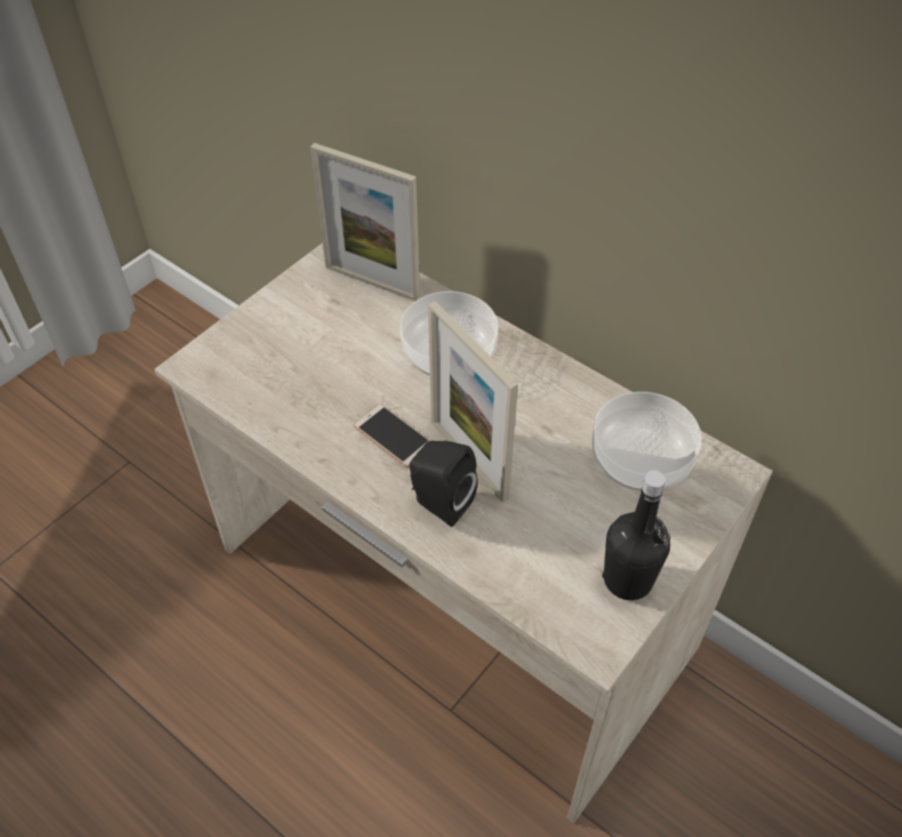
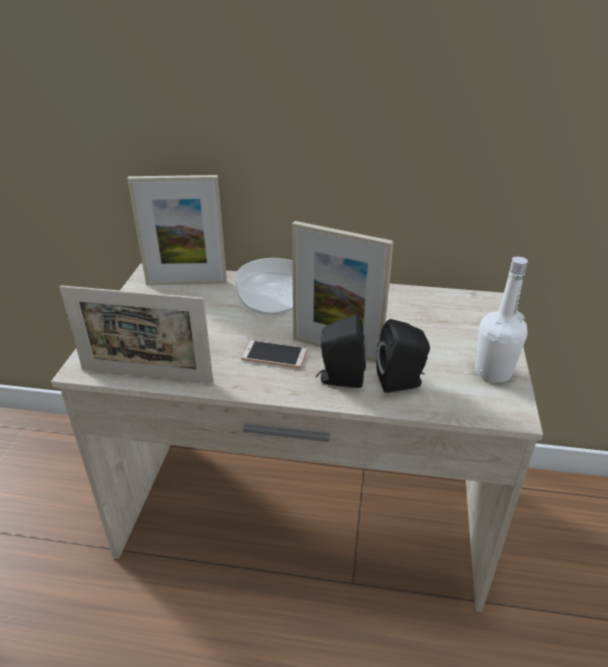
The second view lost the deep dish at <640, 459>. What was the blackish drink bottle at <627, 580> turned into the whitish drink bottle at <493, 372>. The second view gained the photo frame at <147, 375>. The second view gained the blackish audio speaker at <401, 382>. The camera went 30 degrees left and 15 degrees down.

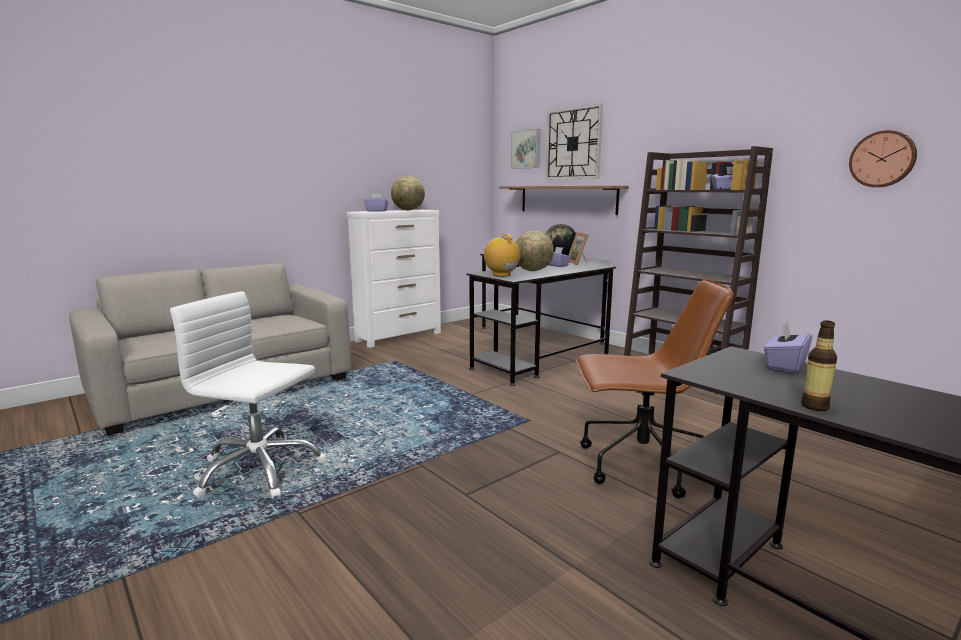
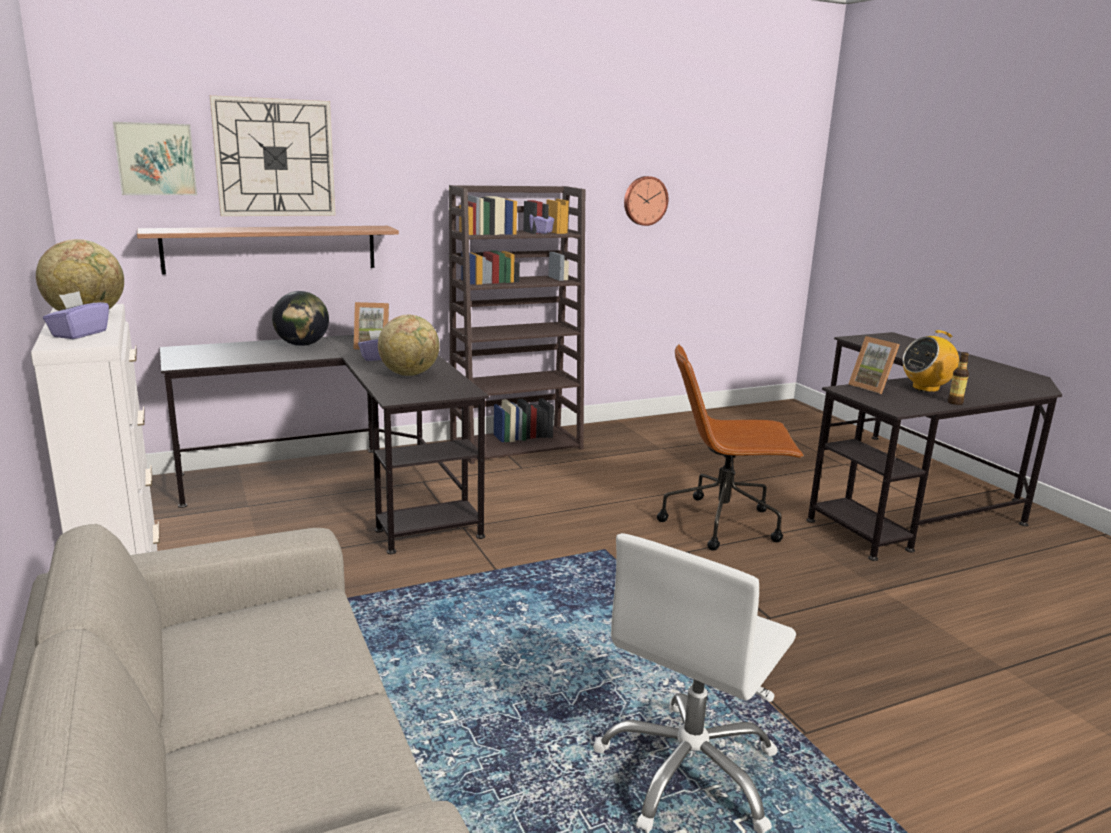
The radio receiver ended up elsewhere, having gone from <502, 275> to <925, 388>. The brown office chair at <639, 465> ended up facing another way, 105 degrees counterclockwise from before. Where the purple box of tissues stood at <784, 365>, the photo frame came to stand at <872, 387>. The camera went 75 degrees left and 5 degrees up.

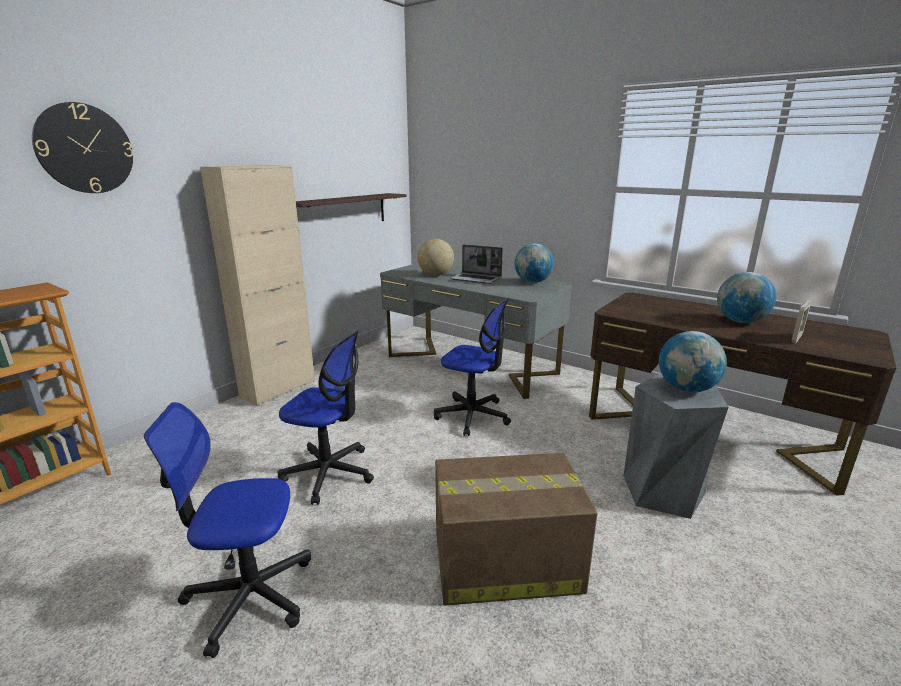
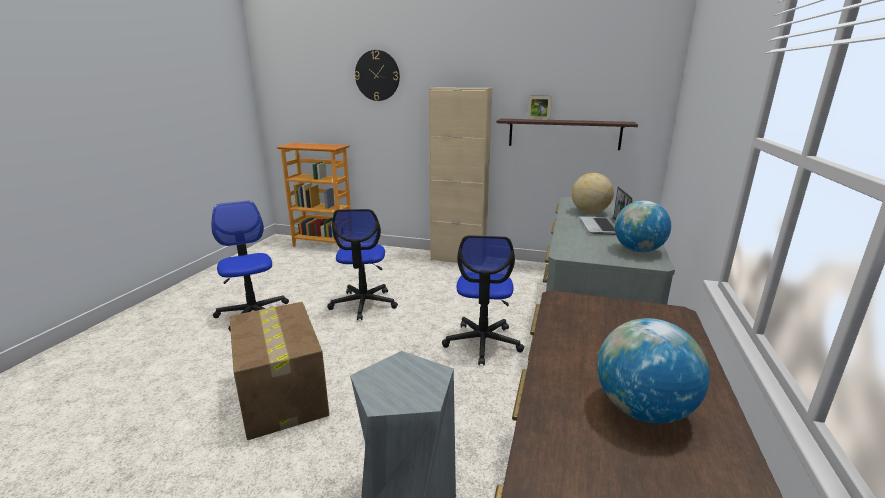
The second view lost the world globe at <686, 389>. The photo frame ended up elsewhere, having gone from <796, 339> to <538, 119>. The camera went 70 degrees right and 0 degrees up.

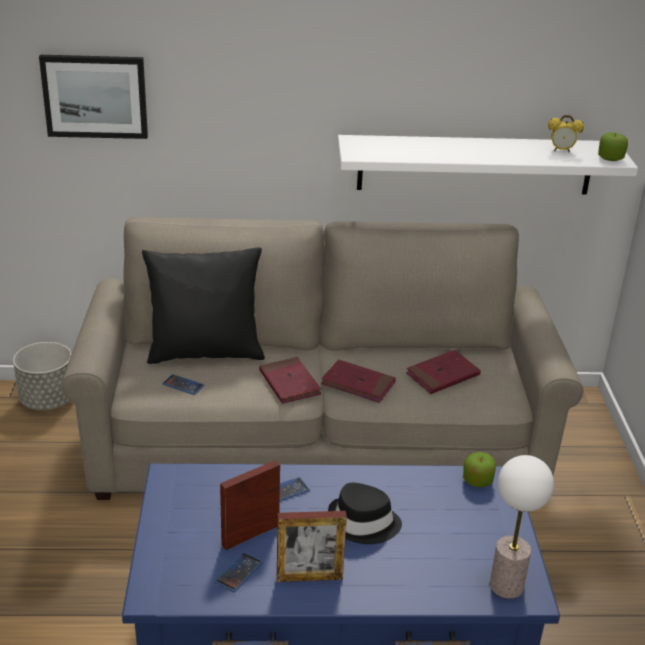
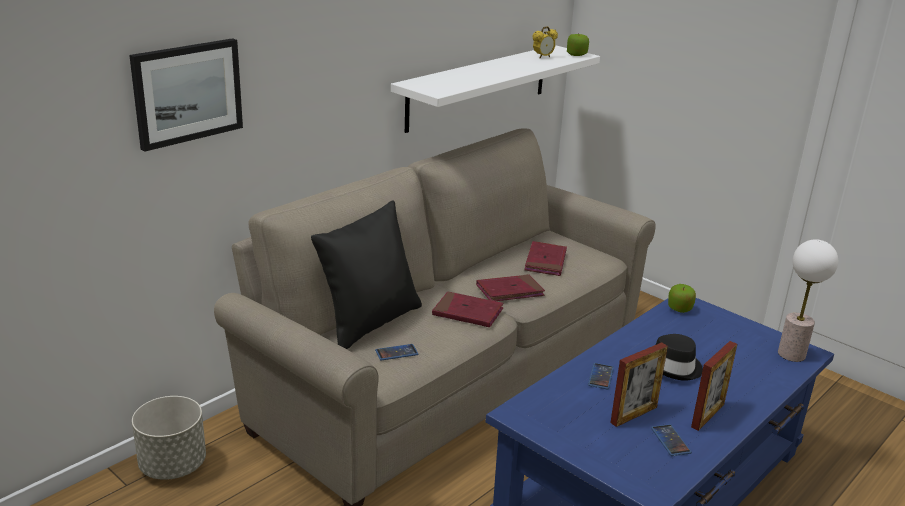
The photo frame at <250, 535> ended up facing another way, 135 degrees counterclockwise from before. The camera went 45 degrees left and 5 degrees down.

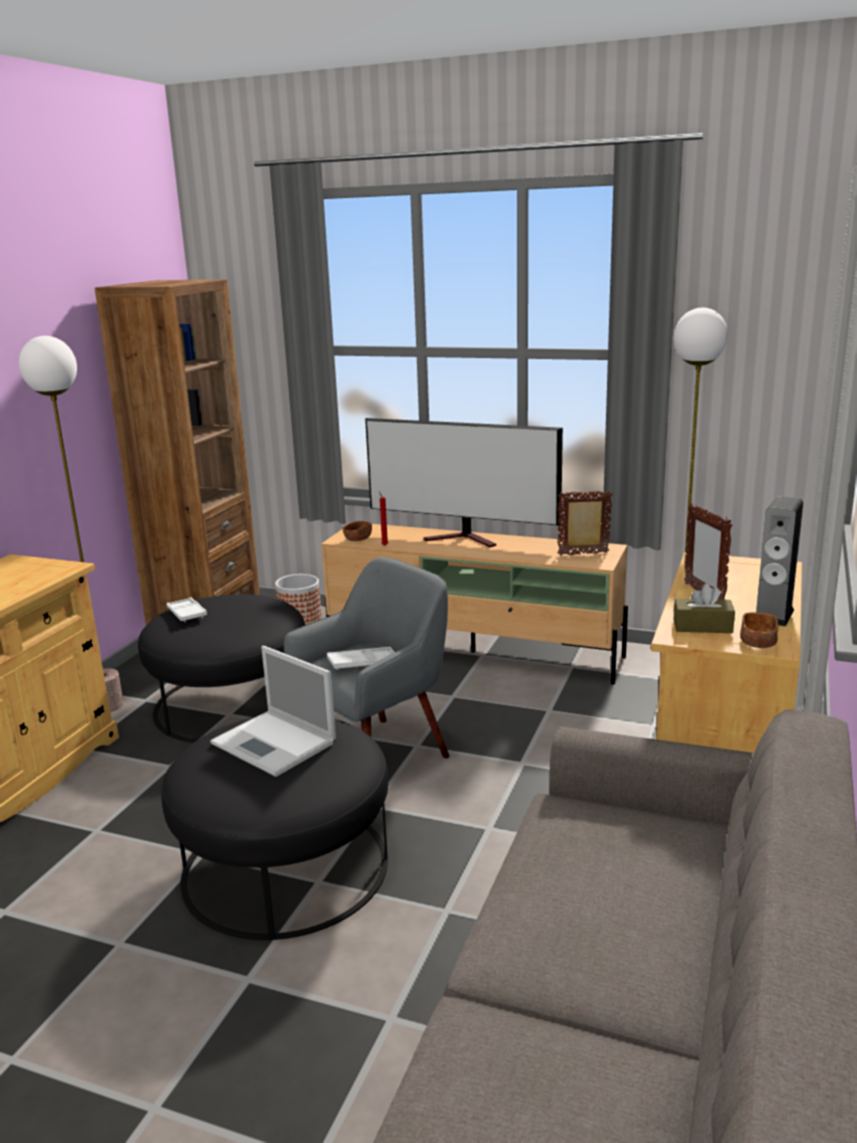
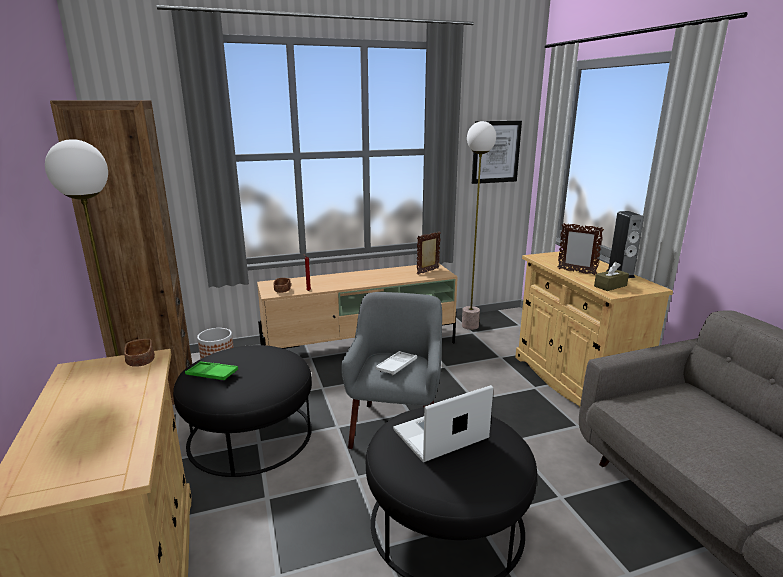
What was the whitish tray at <187, 614> turned into the green tray at <212, 374>. The portable computer at <275, 744> ended up facing another way, 150 degrees clockwise from before. The second view lost the TV set at <465, 539>. The brown deep dish ended up elsewhere, having gone from <758, 642> to <141, 361>. The second view gained the wall picture at <495, 152>. The camera went 40 degrees left and 0 degrees up.

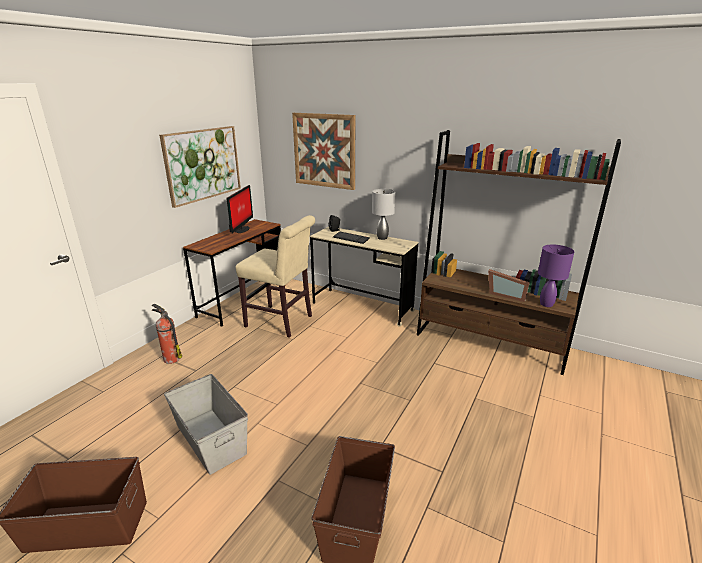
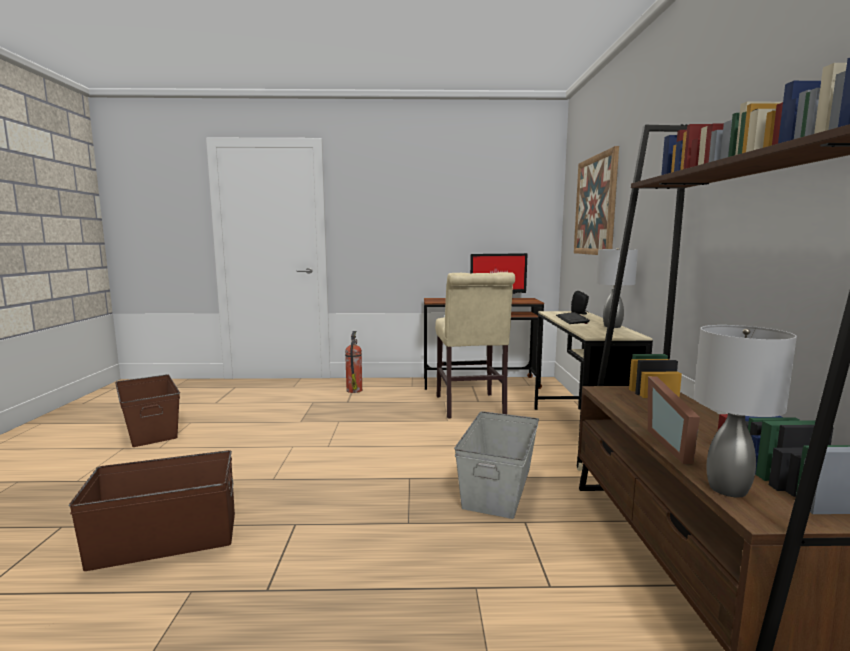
The second view lost the wall picture at <203, 164>. The grey storage bin ended up elsewhere, having gone from <211, 439> to <499, 486>. What was the purple table lamp at <546, 304> turned into the grey table lamp at <726, 488>. The camera went 60 degrees right and 15 degrees down.

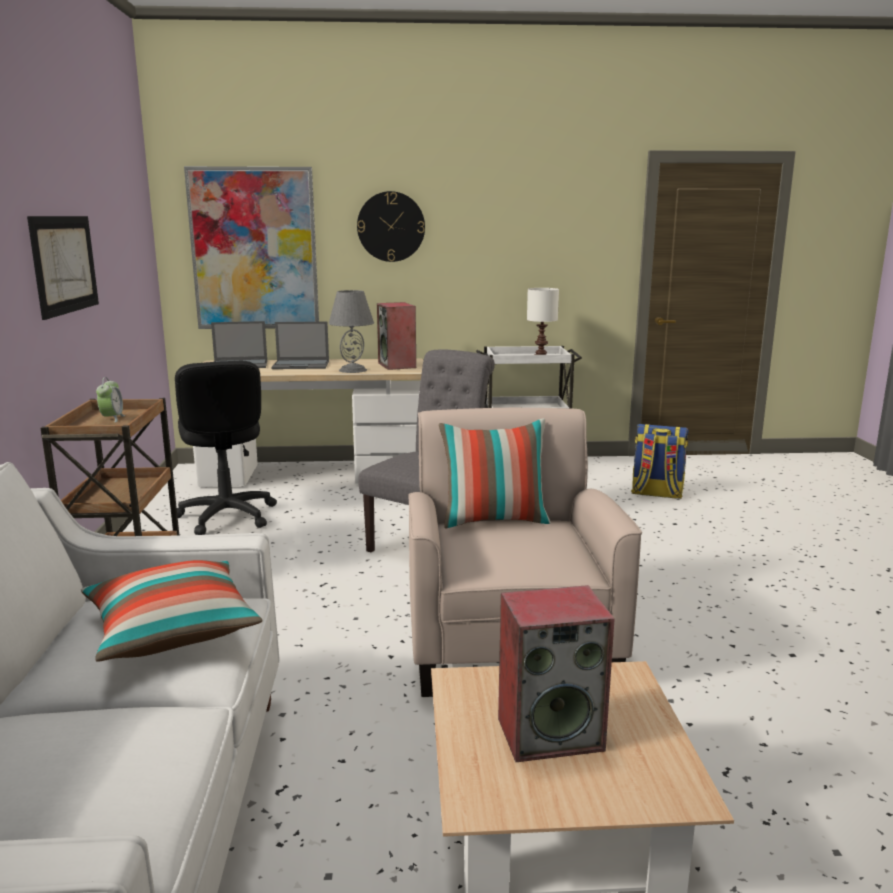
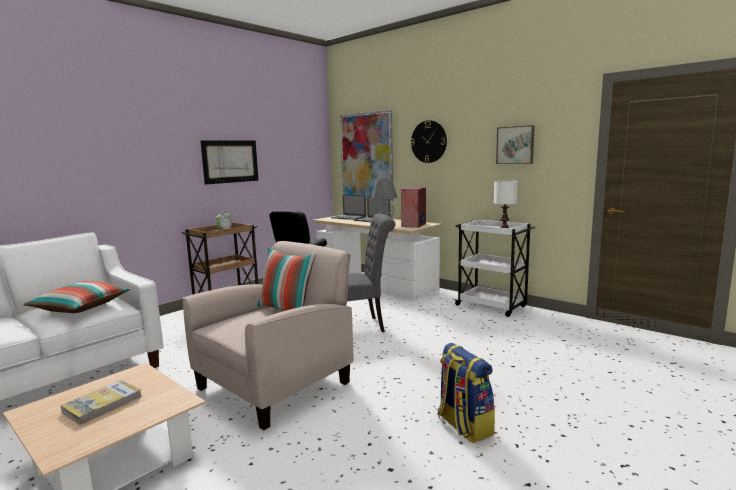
Where the audio speaker stood at <551, 733>, the bound book came to stand at <103, 404>. The knapsack ended up elsewhere, having gone from <656, 494> to <463, 426>. The second view gained the wall picture at <515, 145>. The camera went 45 degrees right and 5 degrees down.

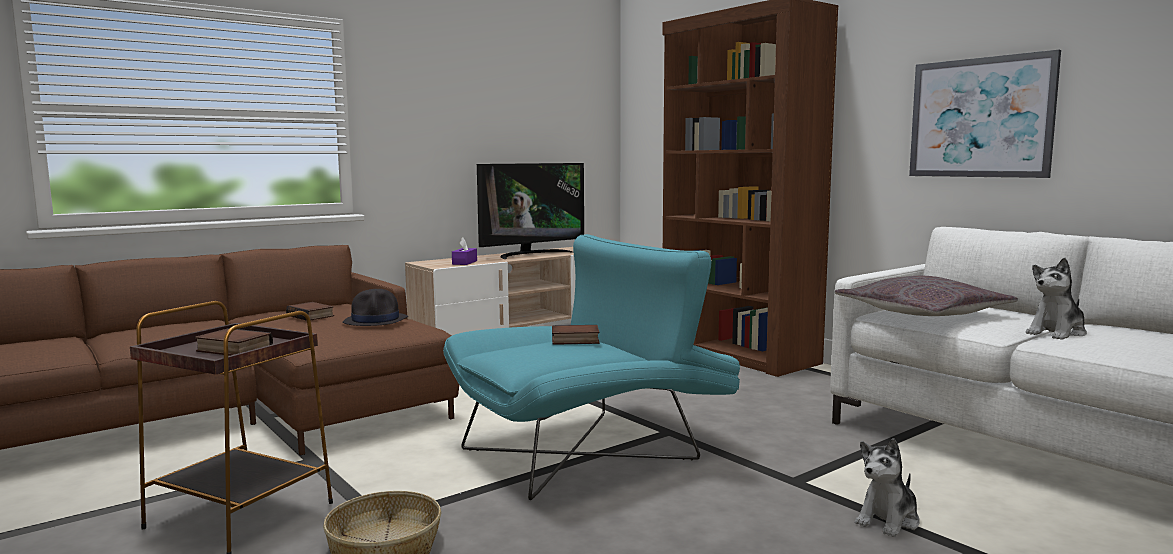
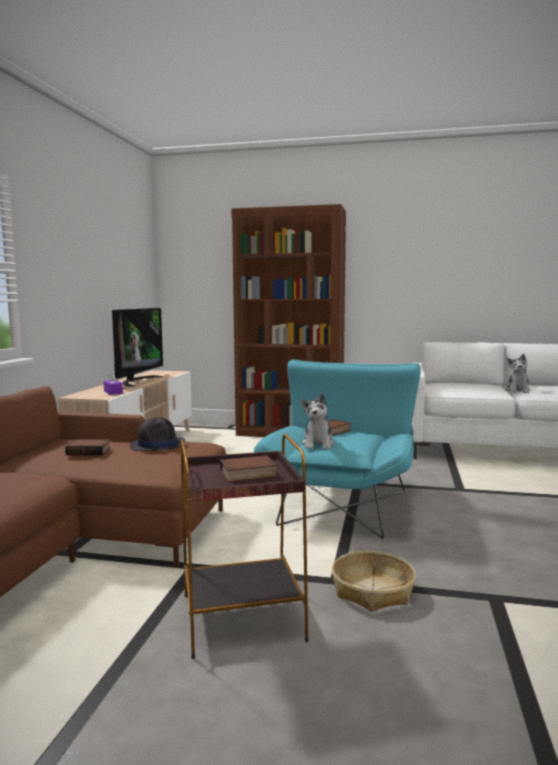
The second view lost the grey pillow at <922, 314>. The plush toy ended up elsewhere, having gone from <888, 520> to <318, 444>. The second view lost the wall picture at <980, 118>. The camera went 40 degrees left and 0 degrees up.

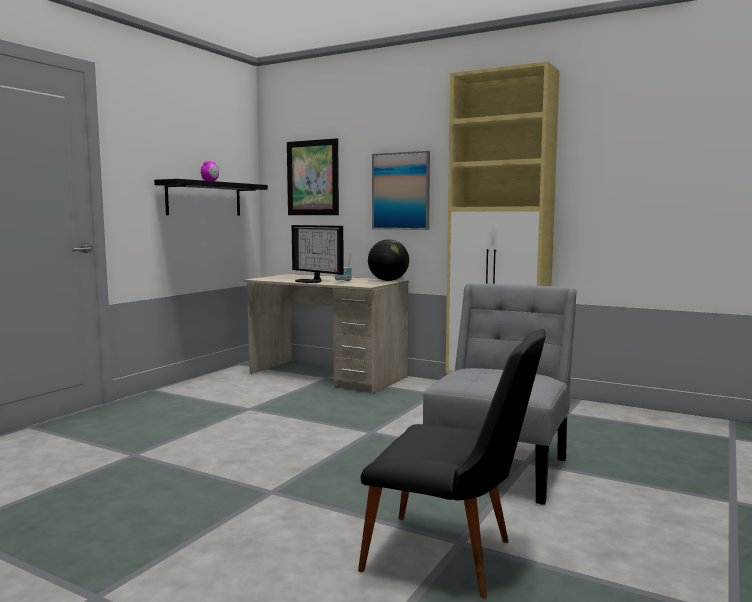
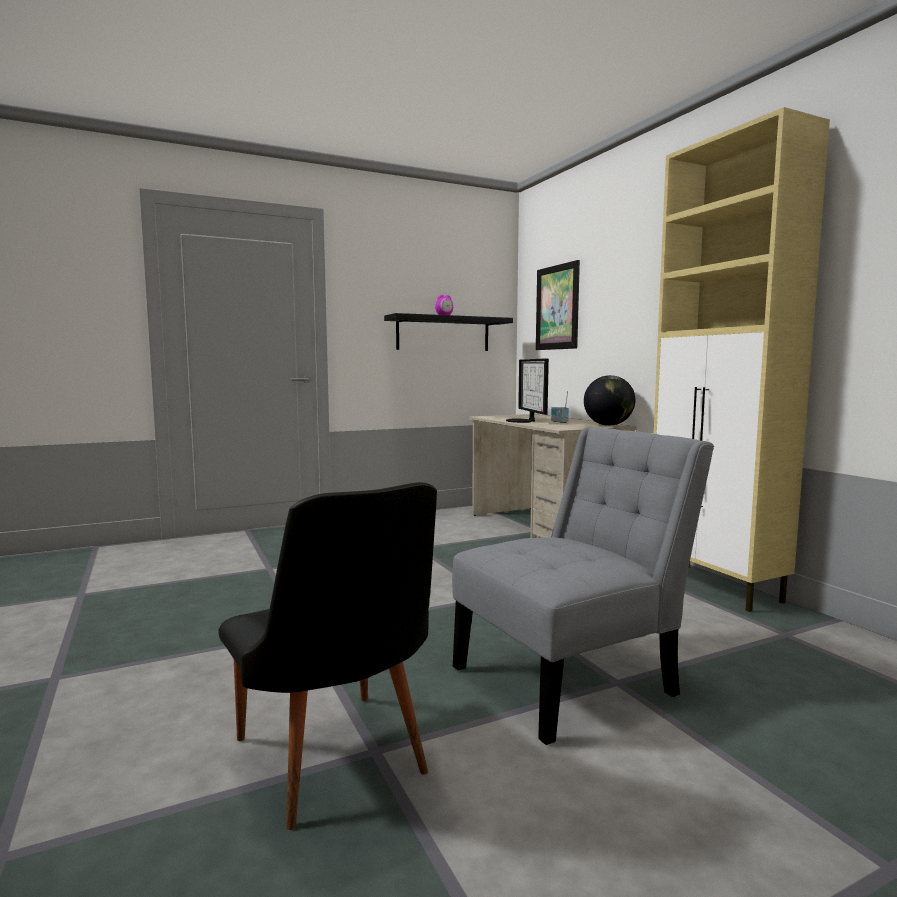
The second view lost the wall picture at <401, 191>. The camera went 35 degrees right and 0 degrees up.

